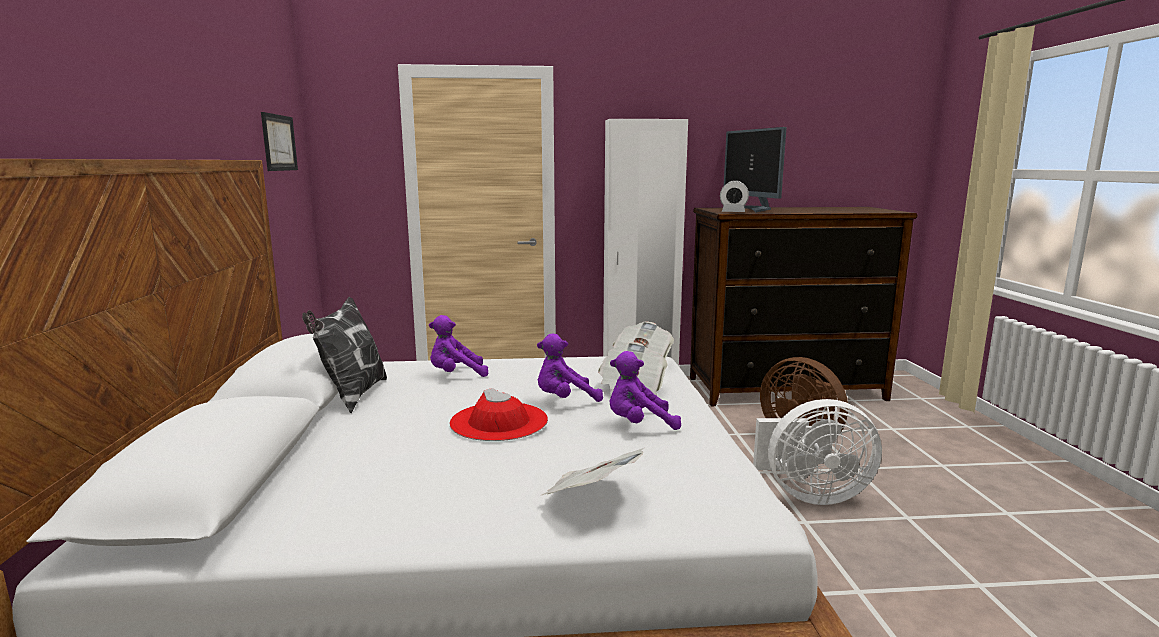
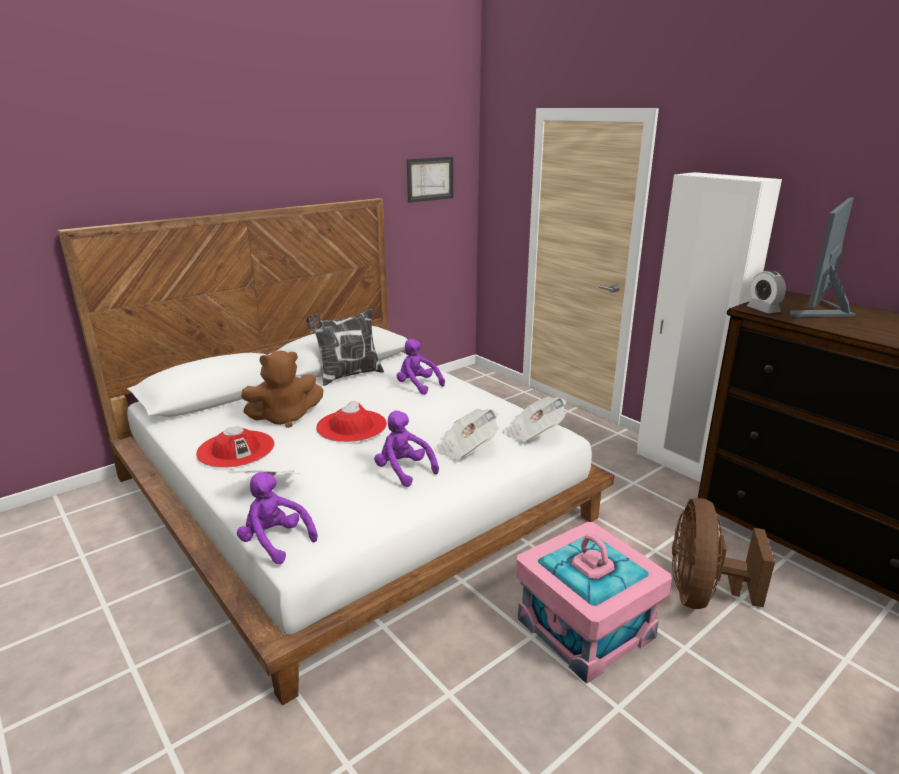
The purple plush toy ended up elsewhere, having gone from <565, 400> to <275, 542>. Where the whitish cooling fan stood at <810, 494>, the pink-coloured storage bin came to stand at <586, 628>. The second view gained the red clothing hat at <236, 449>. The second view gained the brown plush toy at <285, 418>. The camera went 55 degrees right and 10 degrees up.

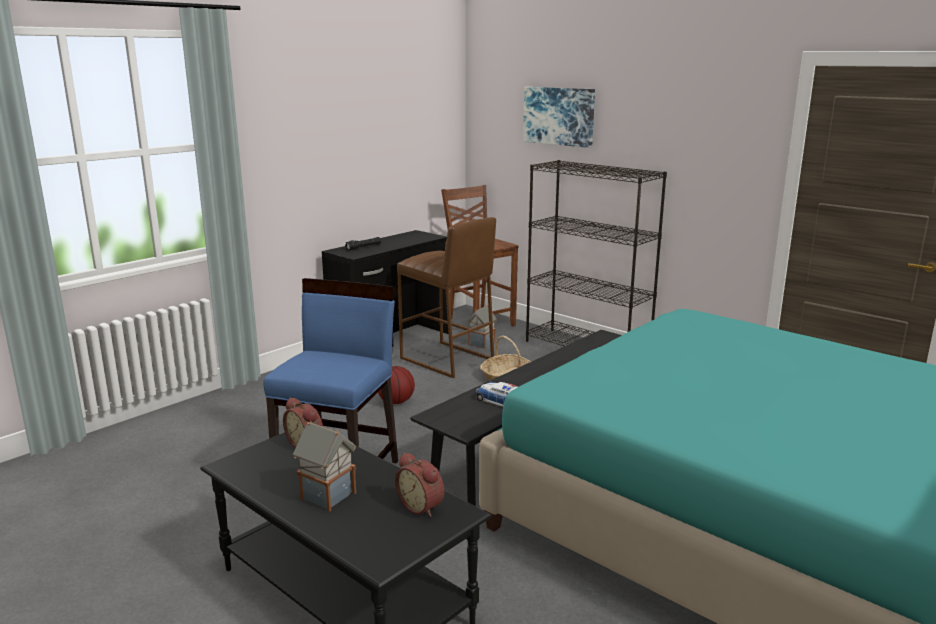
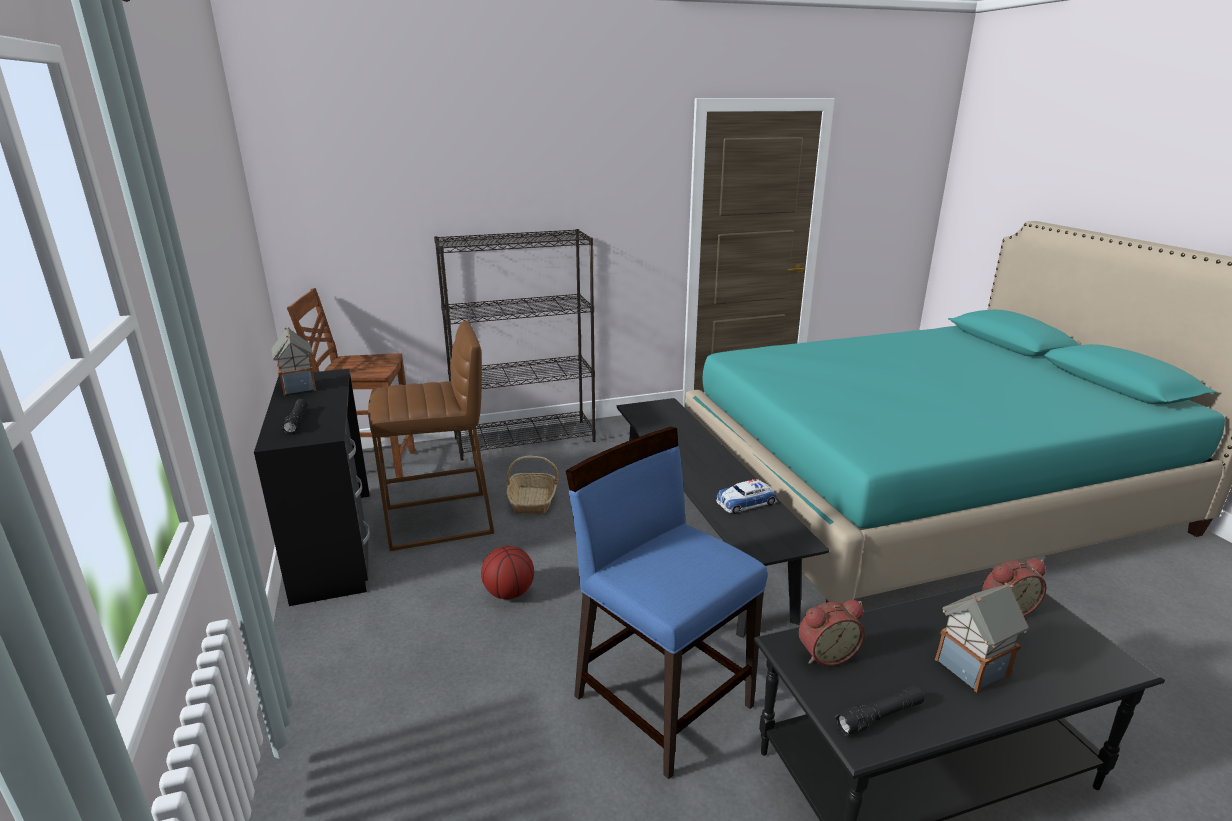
The miniature house ended up elsewhere, having gone from <482, 343> to <298, 387>. The second view lost the wall picture at <559, 116>. The second view gained the blackish flashlight at <879, 717>. The camera went 60 degrees left and 5 degrees up.

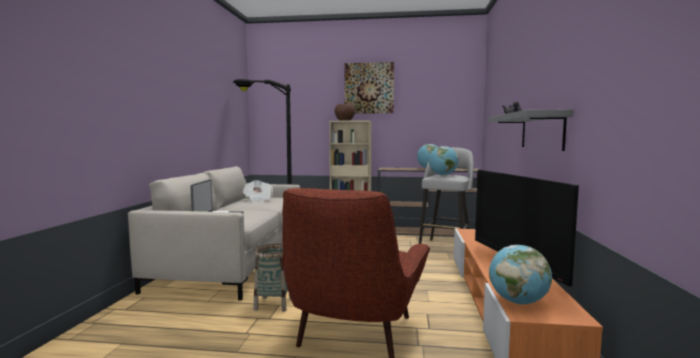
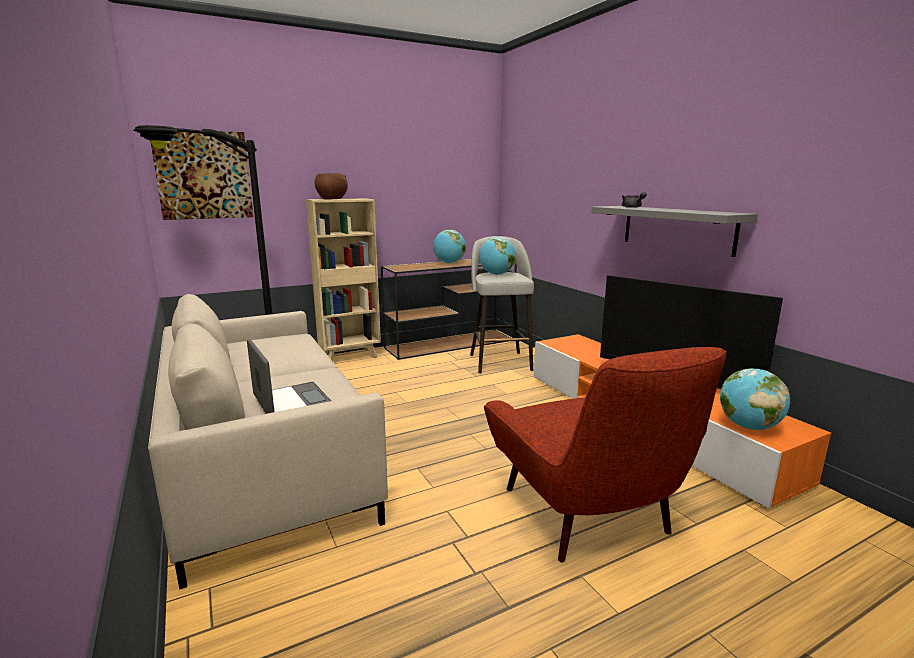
The second view lost the printed paper at <258, 200>. The second view lost the household basket at <274, 304>. The wall picture ended up elsewhere, having gone from <369, 88> to <203, 175>. The camera went 35 degrees left and 10 degrees up.

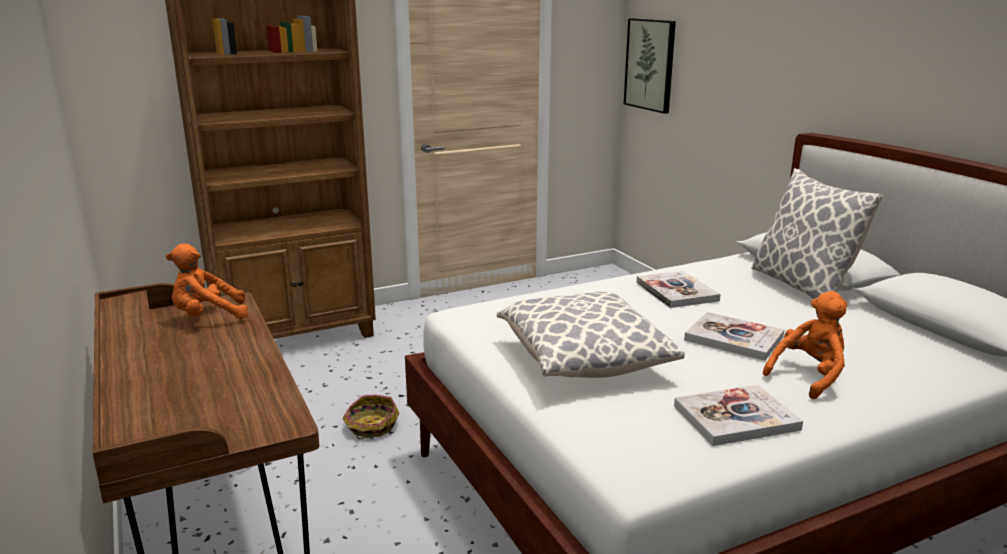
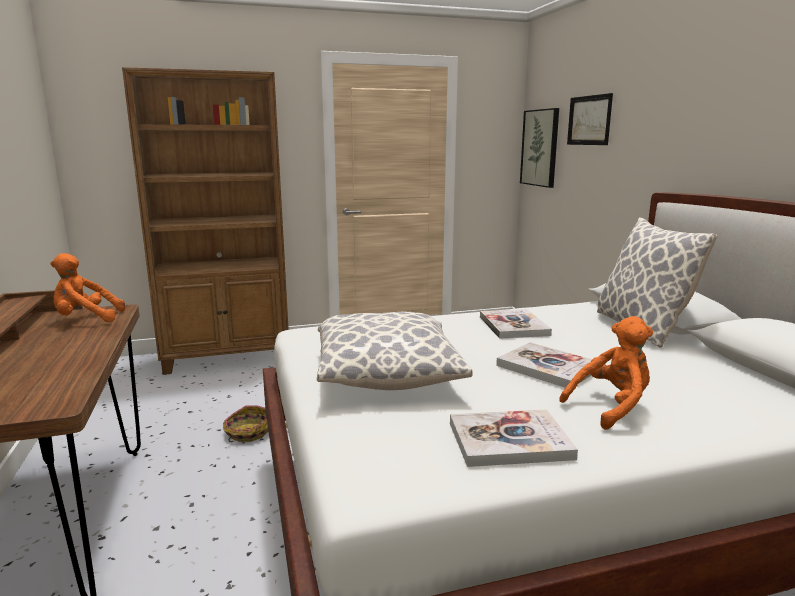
The second view gained the wall picture at <589, 120>. The camera went 10 degrees right and 5 degrees down.

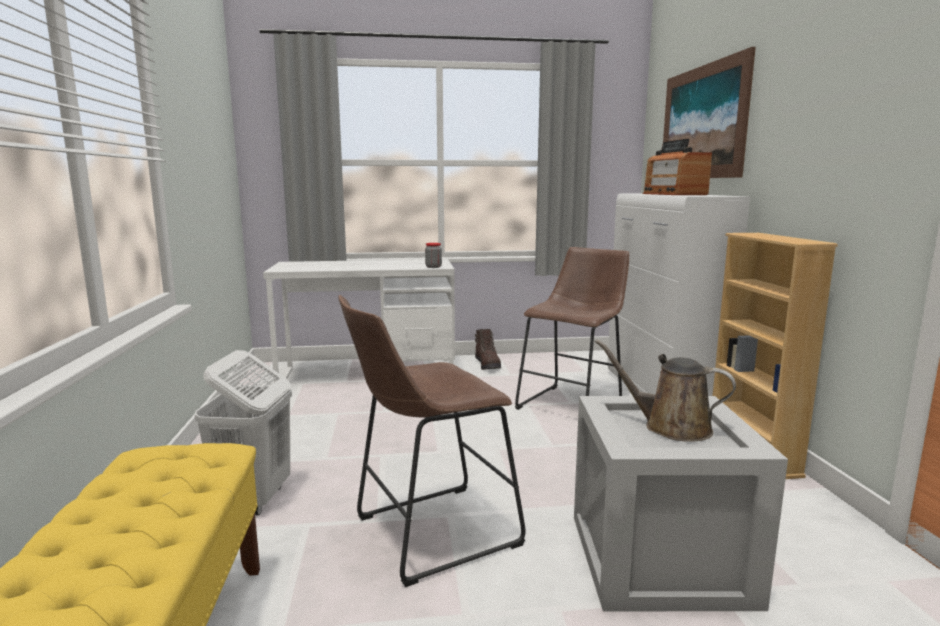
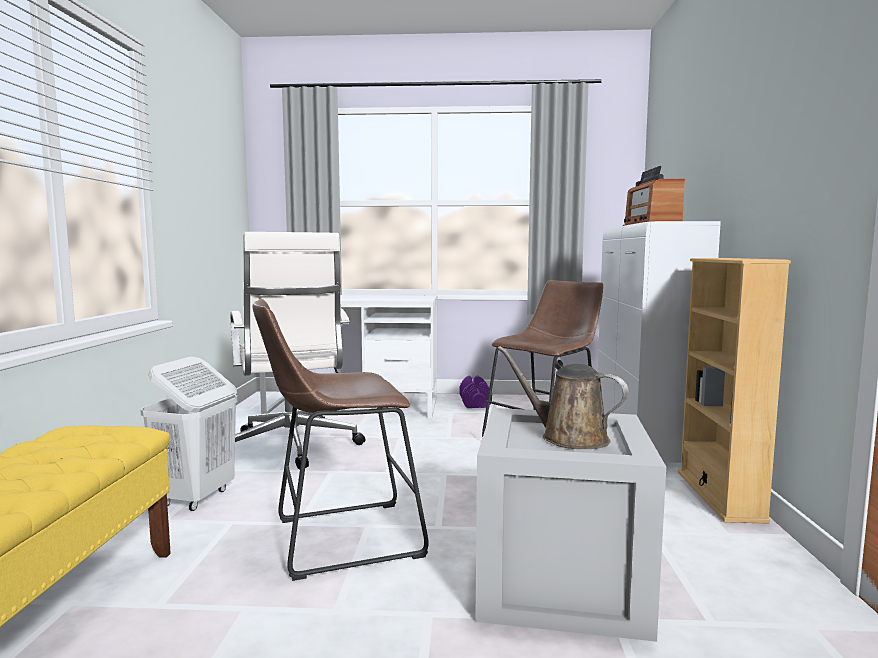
The second view lost the preserve jar at <433, 267>. Where the brown tall boot stood at <488, 365>, the purple free weight came to stand at <475, 403>. The second view lost the wall picture at <702, 122>. The second view gained the whitish office chair at <292, 447>. The camera went 10 degrees right and 5 degrees down.

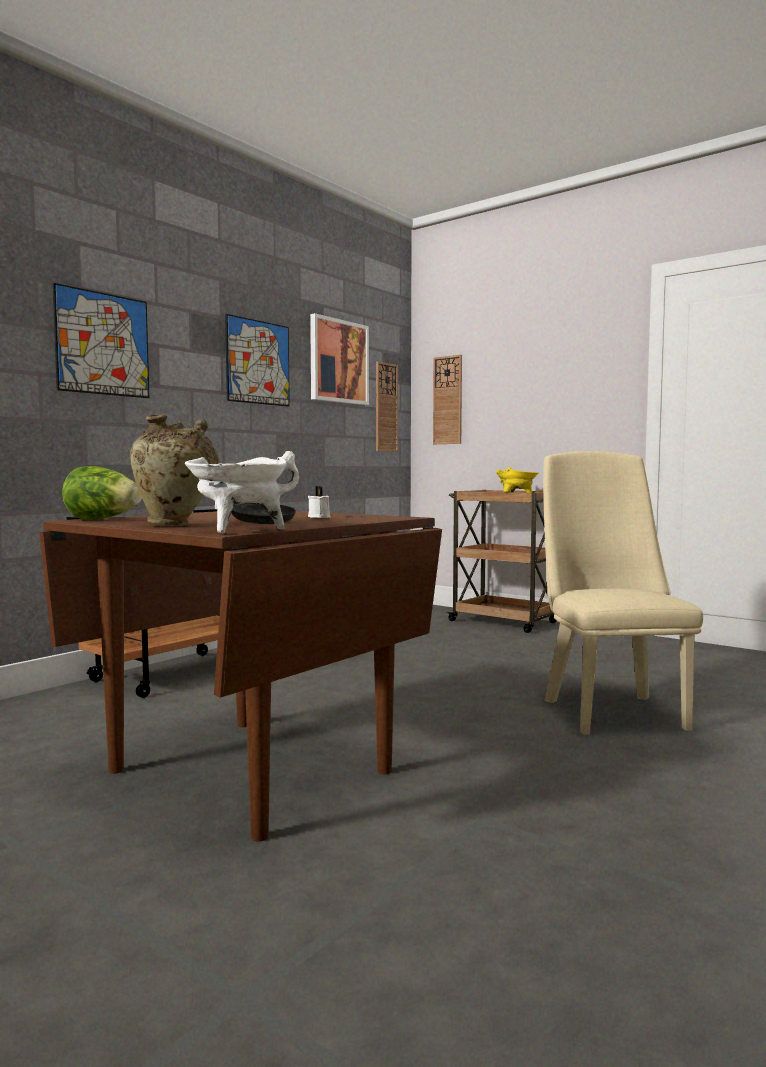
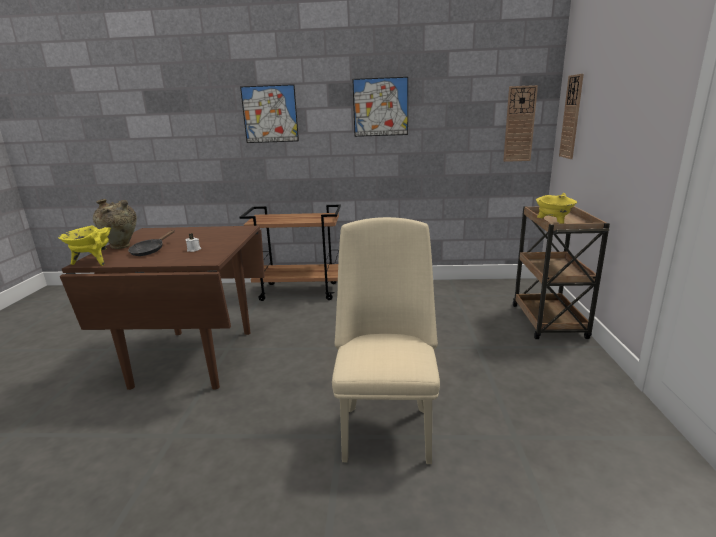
The second view lost the head of lettuce at <103, 520>. What was the whitish stockpot at <240, 530> turned into the yellow stockpot at <93, 262>. The second view lost the wall picture at <338, 361>. The sand-coloured chair at <609, 710> ended up facing another way, 45 degrees counterclockwise from before. The camera went 55 degrees right and 15 degrees up.

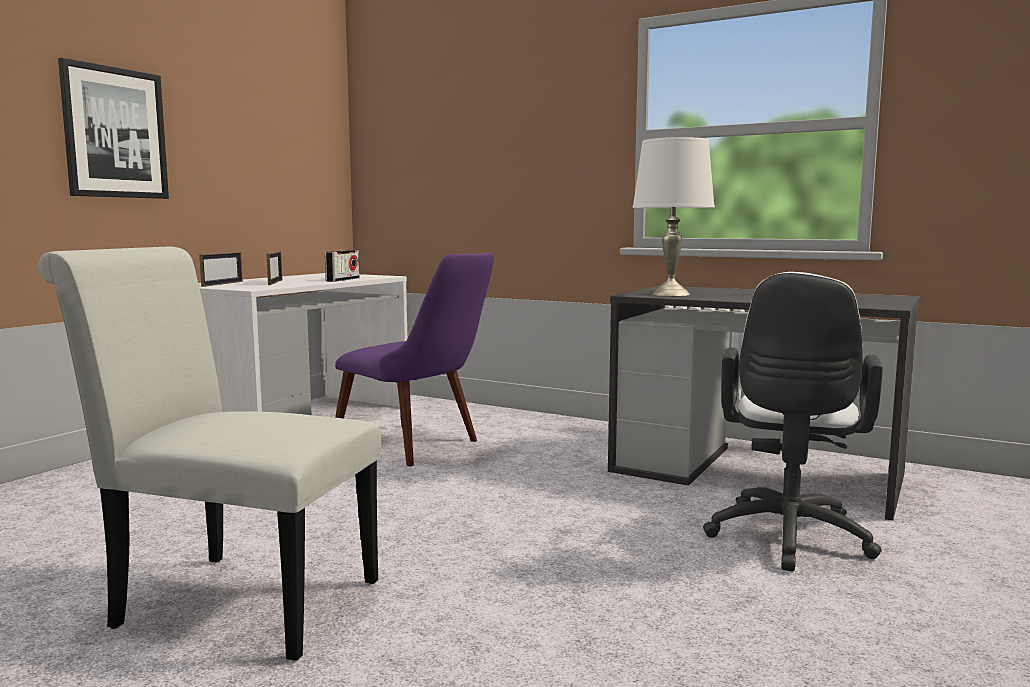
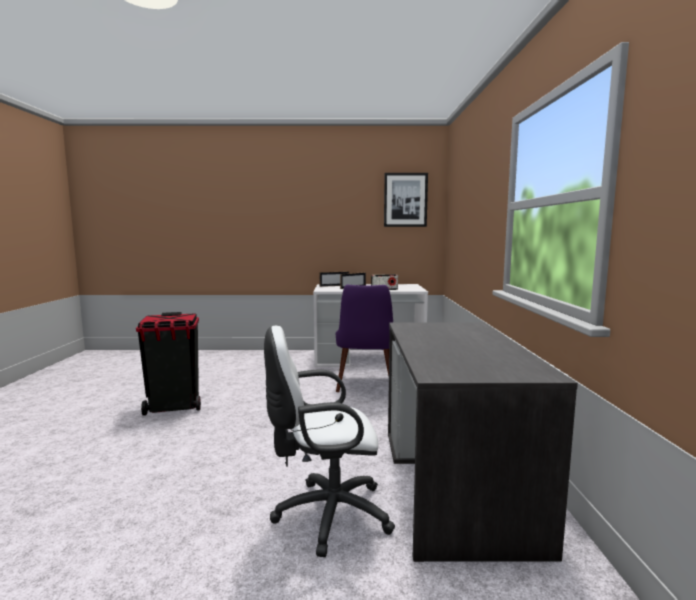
Where the whitish chair stood at <234, 601>, the blackish trash can came to stand at <174, 407>. The wall picture ended up elsewhere, having gone from <115, 133> to <405, 200>. The second view lost the whitish table lamp at <670, 294>. The camera went 60 degrees right and 0 degrees up.

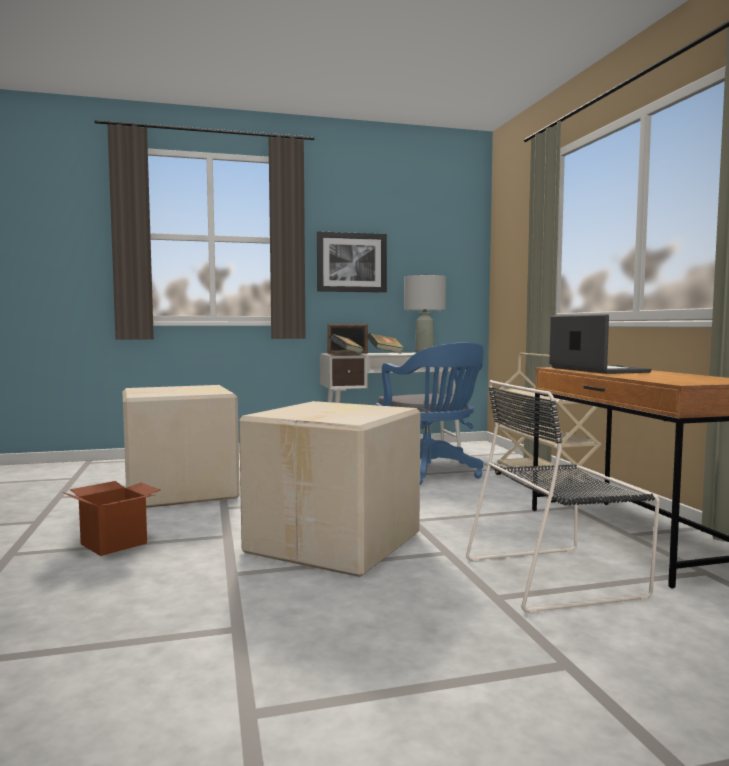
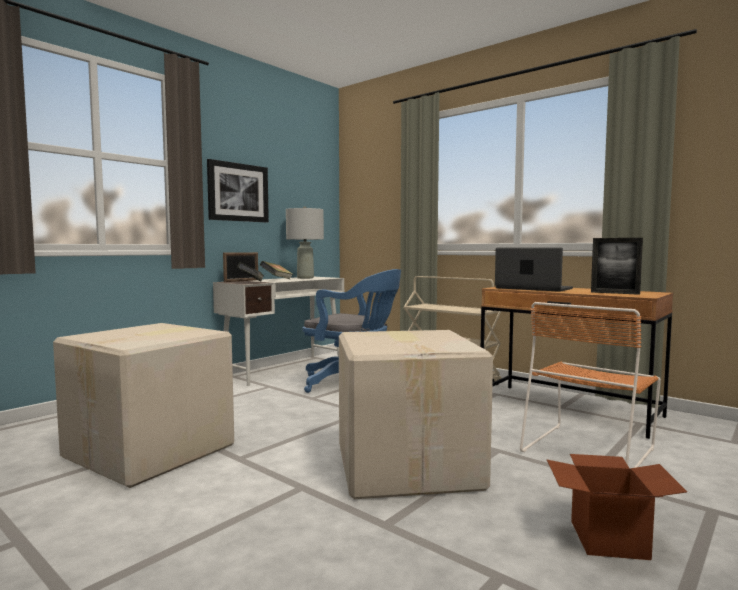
The packing box ended up elsewhere, having gone from <114, 544> to <609, 539>. What was the blackish chair at <558, 577> turned into the orange-coloured chair at <589, 449>. The second view gained the photo frame at <615, 293>. The camera went 35 degrees left and 0 degrees up.

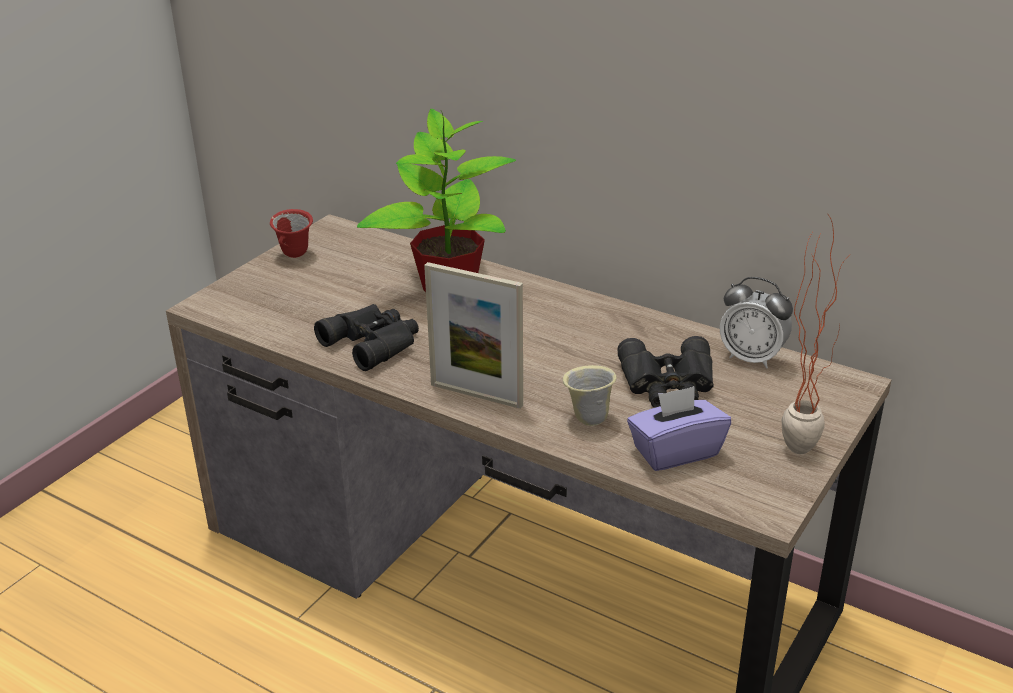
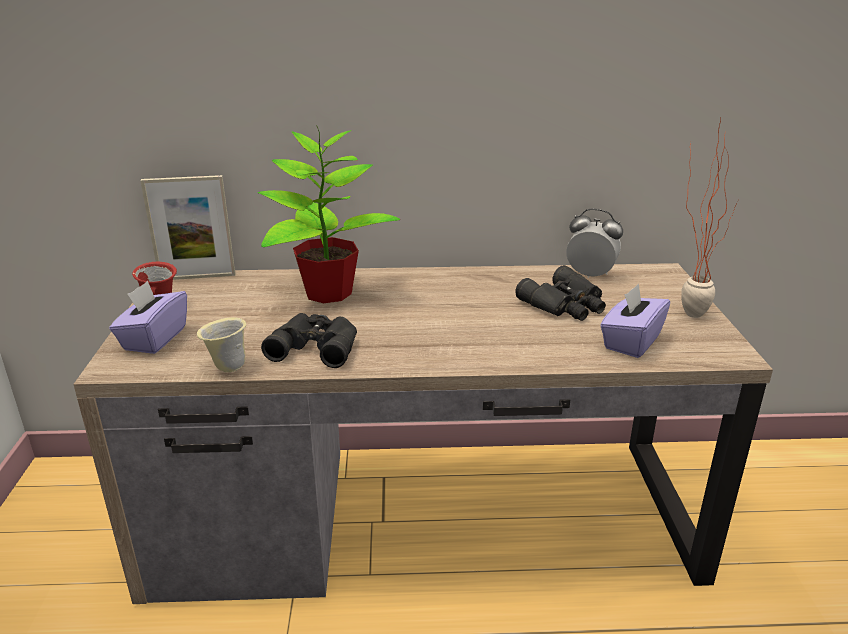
The photo frame ended up elsewhere, having gone from <476, 395> to <197, 277>. The sand-coloured mug ended up elsewhere, having gone from <588, 418> to <227, 367>. The bedside clock at <751, 358> ended up facing another way, 150 degrees counterclockwise from before. The second view gained the purple box of tissues at <154, 338>. The camera went 35 degrees left and 5 degrees down.

